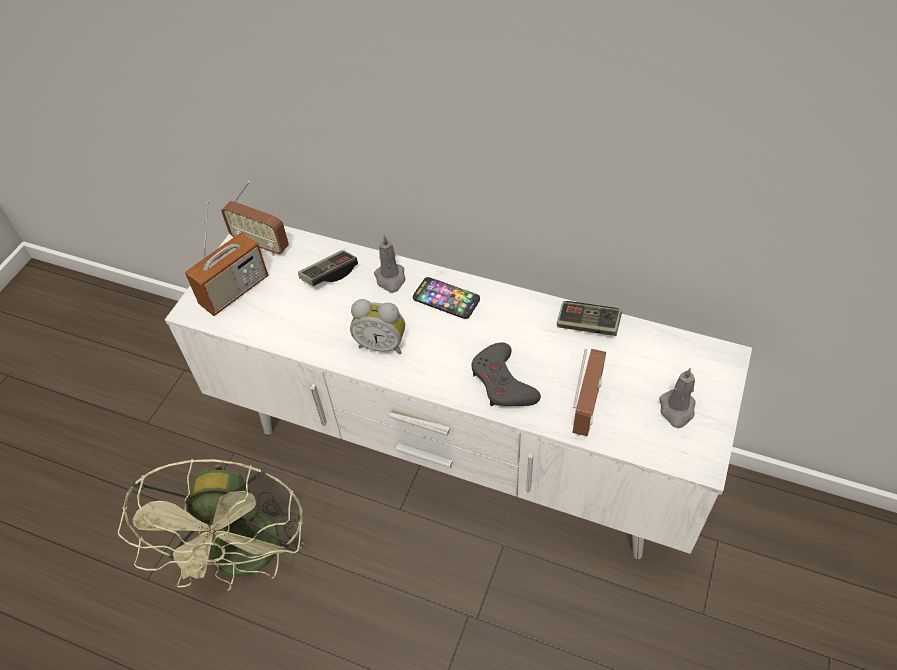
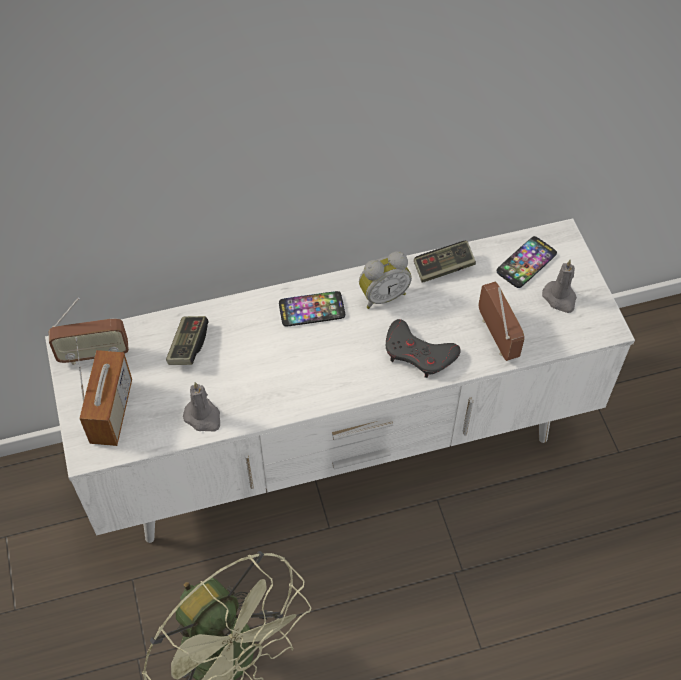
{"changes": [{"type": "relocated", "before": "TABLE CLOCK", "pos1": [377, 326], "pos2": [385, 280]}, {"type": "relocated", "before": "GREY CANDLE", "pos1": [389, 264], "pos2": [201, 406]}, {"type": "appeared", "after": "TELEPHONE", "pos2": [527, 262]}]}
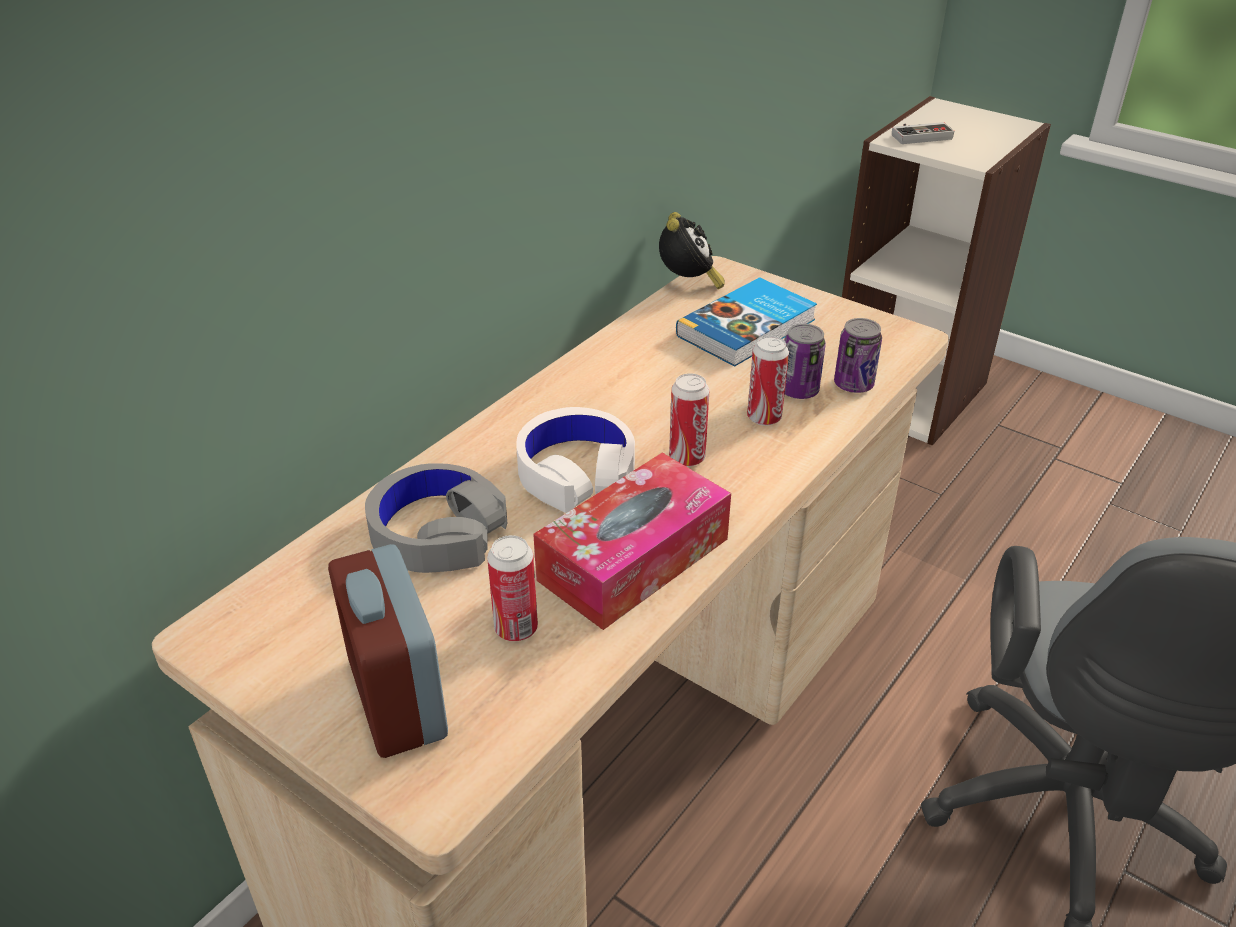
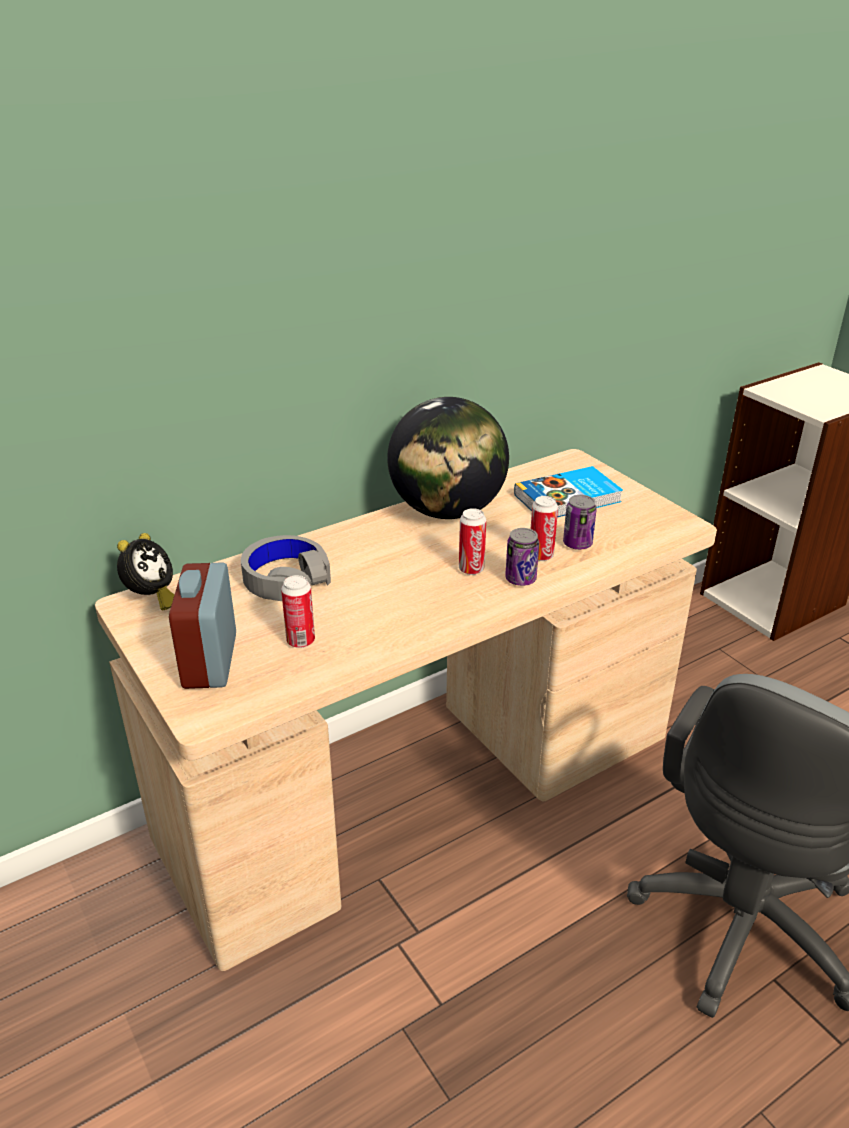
{"changes": [{"type": "missing", "before": "WHITE-COLOURED PAIR OF HEADPHONES", "pos1": [575, 460]}, {"type": "missing", "before": "TISSUE HOLDER", "pos1": [632, 541]}, {"type": "relocated", "before": "TABLE CLOCK", "pos1": [692, 250], "pos2": [145, 571]}, {"type": "relocated", "before": "CAN", "pos1": [858, 355], "pos2": [522, 557]}, {"type": "missing", "before": "GAMEPAD", "pos1": [923, 133]}, {"type": "appeared", "after": "WORLD GLOBE", "pos2": [448, 458]}]}
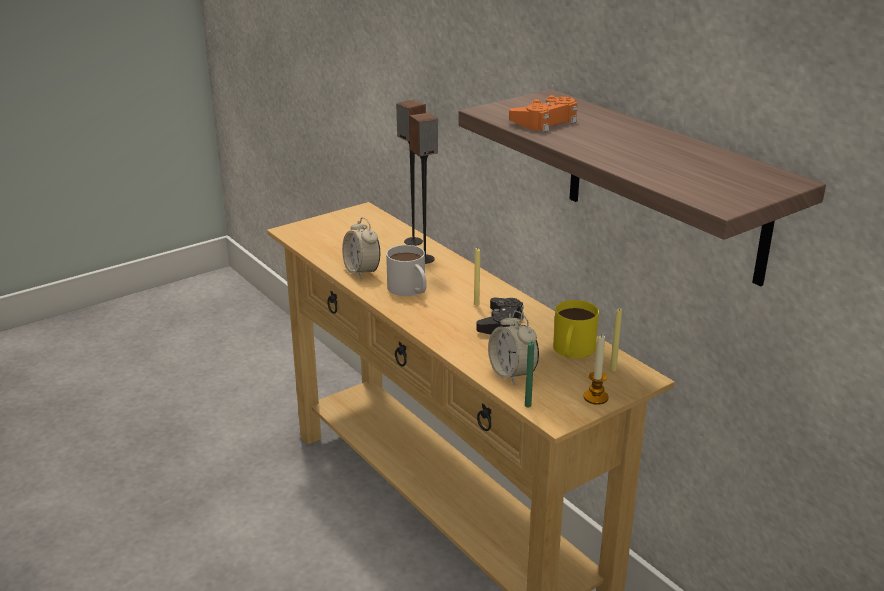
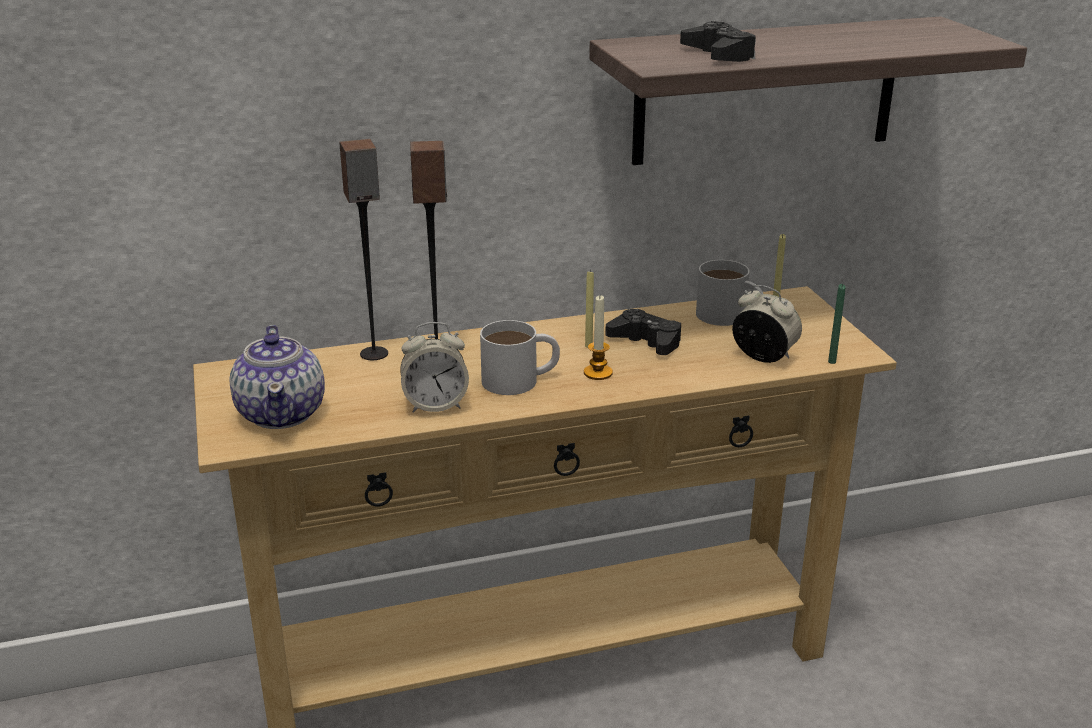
{"changes": [{"type": "spun", "before": "TABLE CLOCK", "pos1": [513, 348], "pos2": [767, 324], "turn": -135}, {"type": "colour", "before": "ORANGE-COLOURED GAMEPAD", "after": "BLACKISH GAMEPAD", "pos1": [543, 113], "pos2": [718, 41]}, {"type": "colour", "before": "YELLOWISH COFFEE MUG", "after": "WHITE-COLOURED COFFEE MUG", "pos1": [576, 329], "pos2": [729, 293]}, {"type": "relocated", "before": "CANDLE", "pos1": [596, 370], "pos2": [598, 338]}, {"type": "appeared", "after": "POT FOR TEA", "pos2": [277, 377]}]}
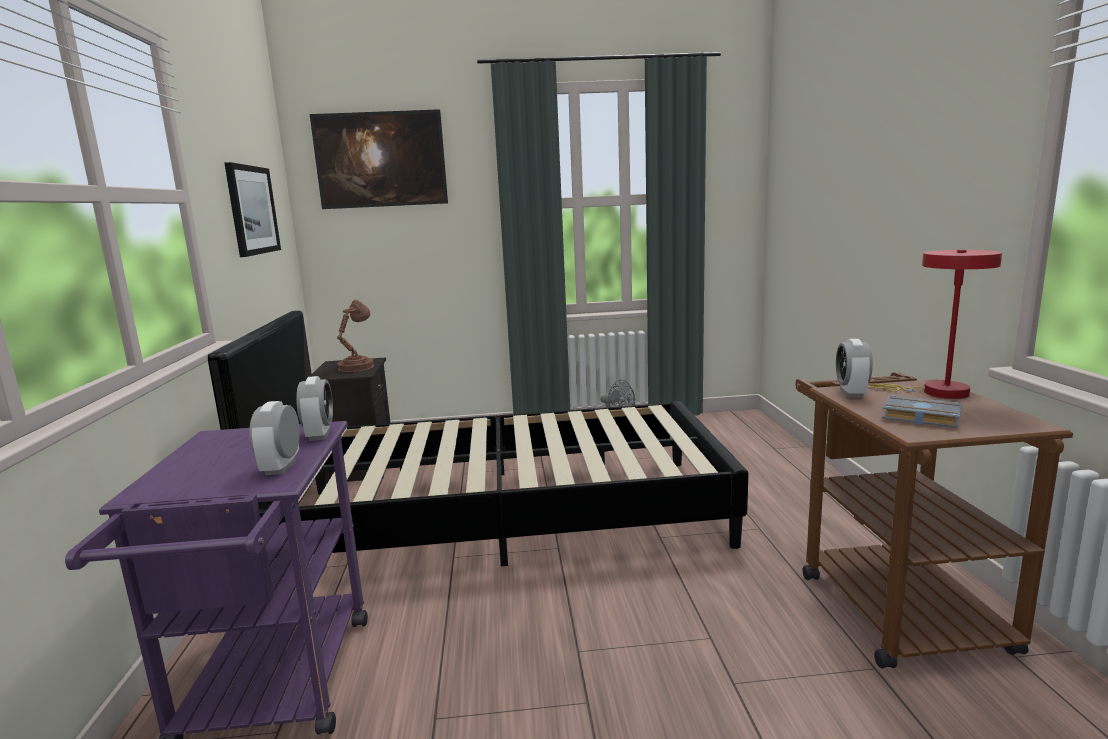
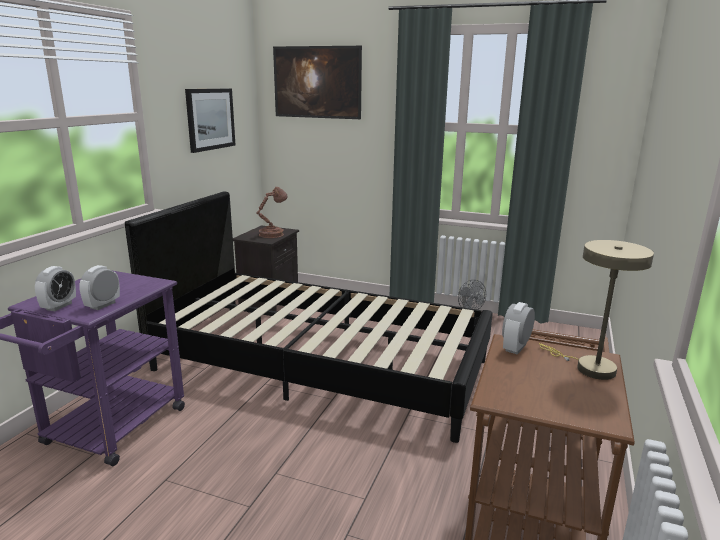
{"changes": [{"type": "relocated", "before": "TABLE CLOCK", "pos1": [314, 408], "pos2": [55, 288]}, {"type": "colour", "before": "REDDISH TABLETOP LAMP", "after": "BEIGE-COLOURED TABLETOP LAMP", "pos1": [935, 324], "pos2": [596, 310]}, {"type": "missing", "before": "GREY BOOK", "pos1": [922, 411]}]}
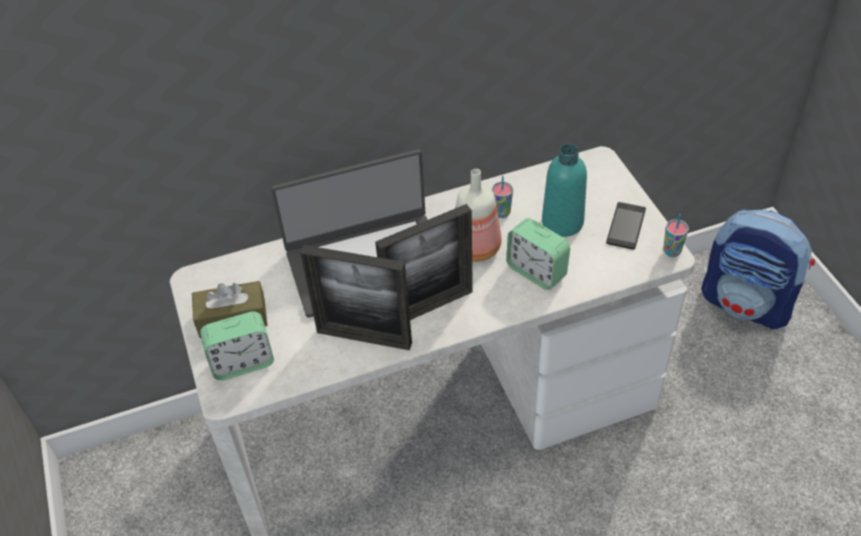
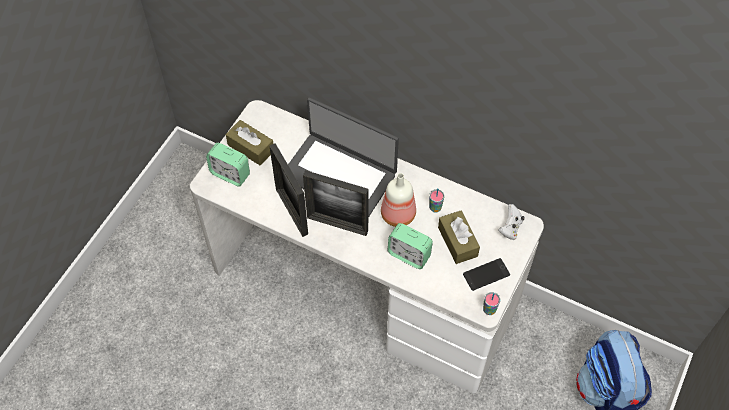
{"changes": [{"type": "spun", "before": "TABLE CLOCK", "pos1": [538, 254], "pos2": [410, 246], "turn": -60}, {"type": "exchanged", "before": "TURQUOISE BOTTLE", "after": "BROWN TISSUE HOLDER", "pos1": [564, 190], "pos2": [459, 237]}, {"type": "appeared", "after": "WHITE-COLOURED GAMEPAD", "pos2": [511, 222]}]}
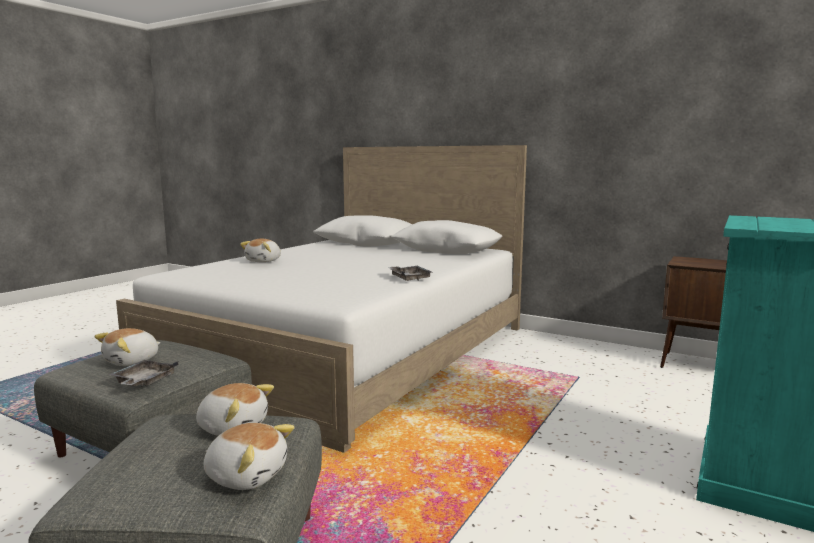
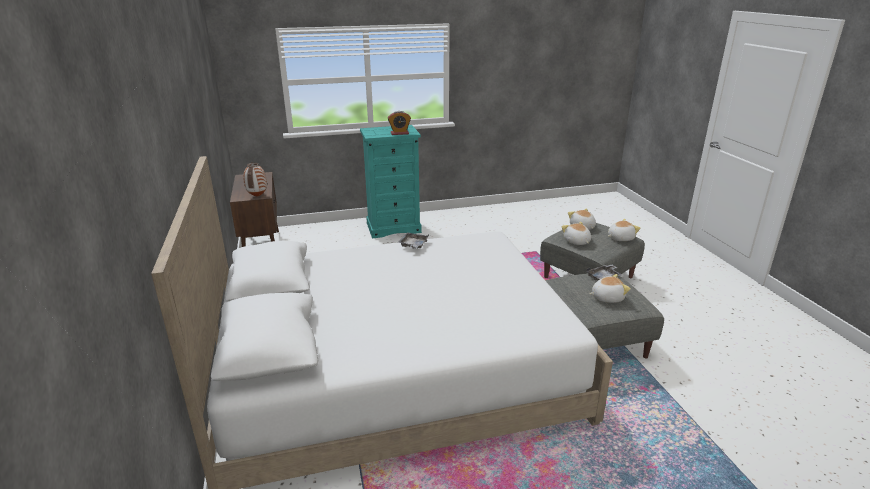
{"changes": [{"type": "relocated", "before": "PLUSH TOY", "pos1": [260, 250], "pos2": [624, 230]}, {"type": "appeared", "after": "FLOWER VASE", "pos2": [255, 180]}, {"type": "appeared", "after": "TABLE CLOCK", "pos2": [399, 123]}]}
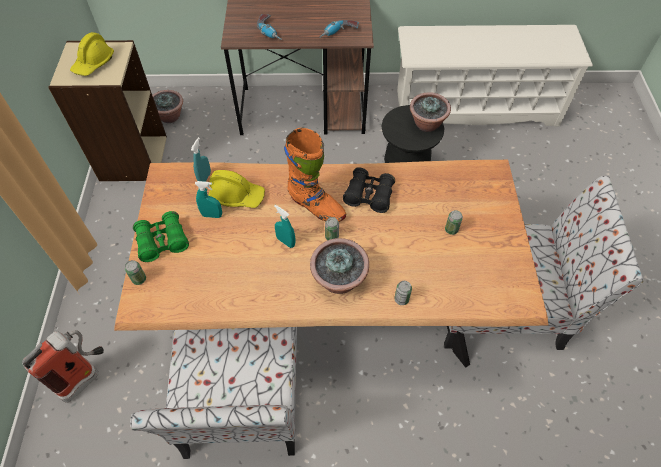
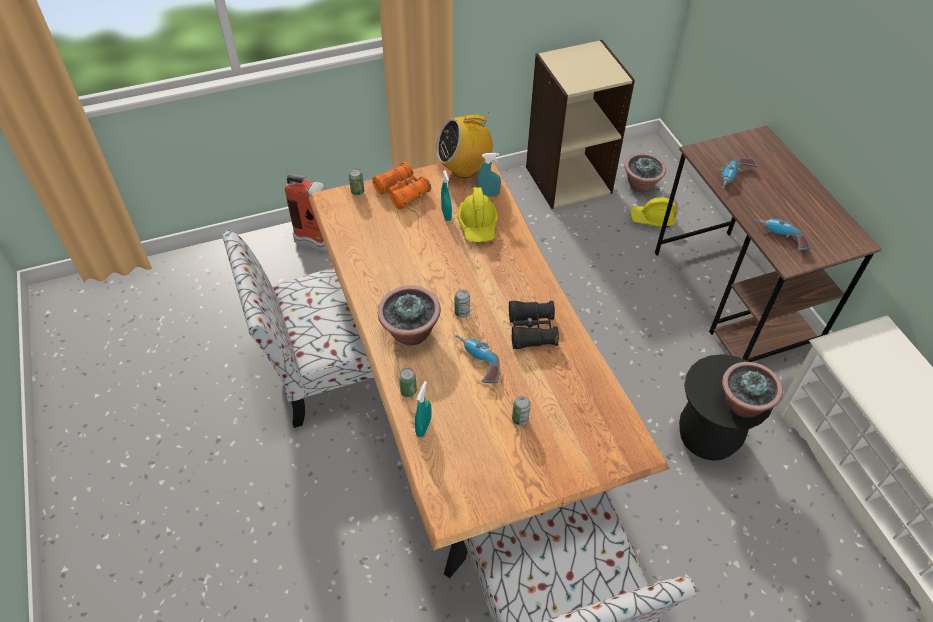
{"changes": [{"type": "relocated", "before": "YELLOWISH HARD HAT", "pos1": [92, 54], "pos2": [653, 212]}, {"type": "colour", "before": "GREEN-COLOURED BINOCULARS", "after": "ORANGE-COLOURED BINOCULARS", "pos1": [161, 236], "pos2": [401, 186]}, {"type": "relocated", "before": "TURQUOISE SPRAYER", "pos1": [284, 226], "pos2": [423, 409]}, {"type": "missing", "before": "ORANGE-COLOURED TALL BOOT", "pos1": [315, 174]}, {"type": "appeared", "after": "RADIO SET", "pos2": [464, 145]}, {"type": "appeared", "after": "ELECTRIC DRILL", "pos2": [477, 359]}]}
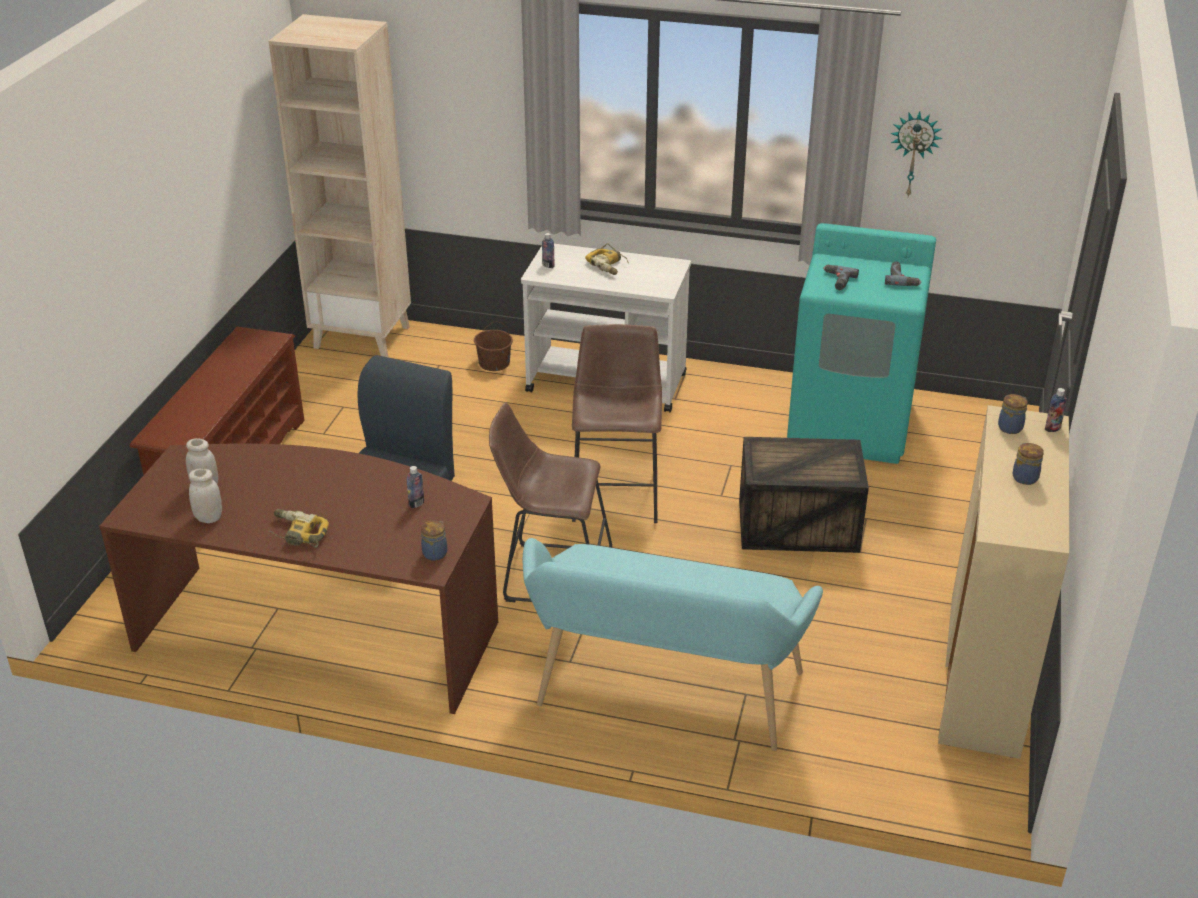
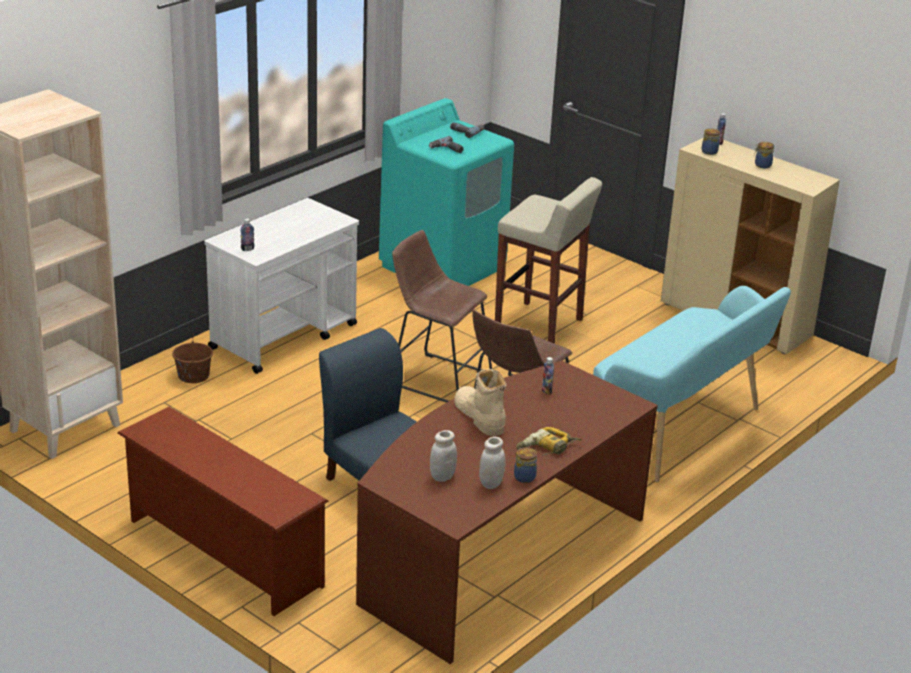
{"changes": [{"type": "relocated", "before": "STORAGE JAR", "pos1": [434, 540], "pos2": [525, 465]}, {"type": "missing", "before": "ELECTRIC DRILL", "pos1": [607, 259]}, {"type": "exchanged", "before": "CRATE", "after": "BEIGE-COLOURED SITTING STOOL", "pos1": [804, 495], "pos2": [548, 260]}, {"type": "missing", "before": "HANGING CLOCK", "pos1": [916, 154]}, {"type": "appeared", "after": "BEIGE-COLOURED TALL BOOT", "pos2": [480, 402]}]}
